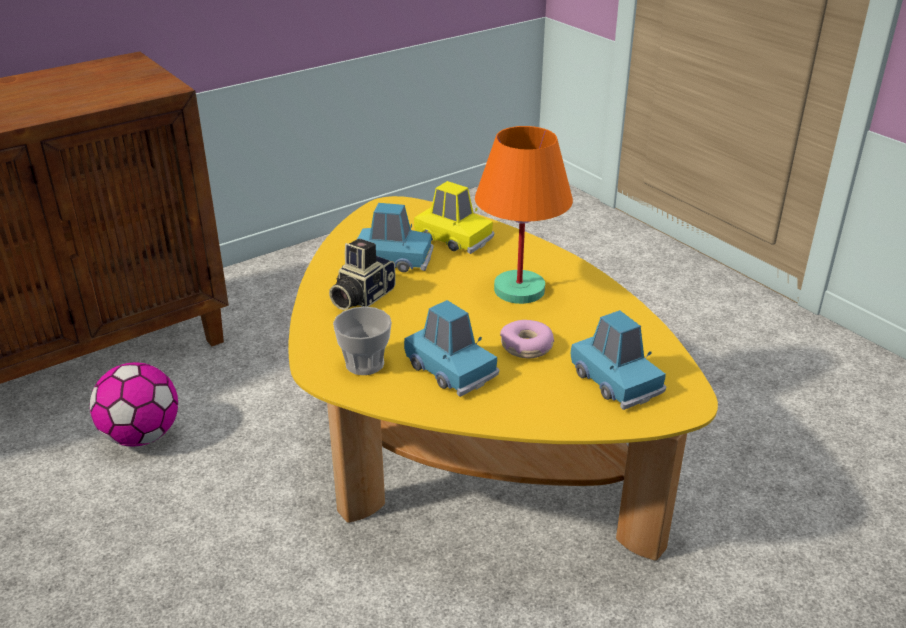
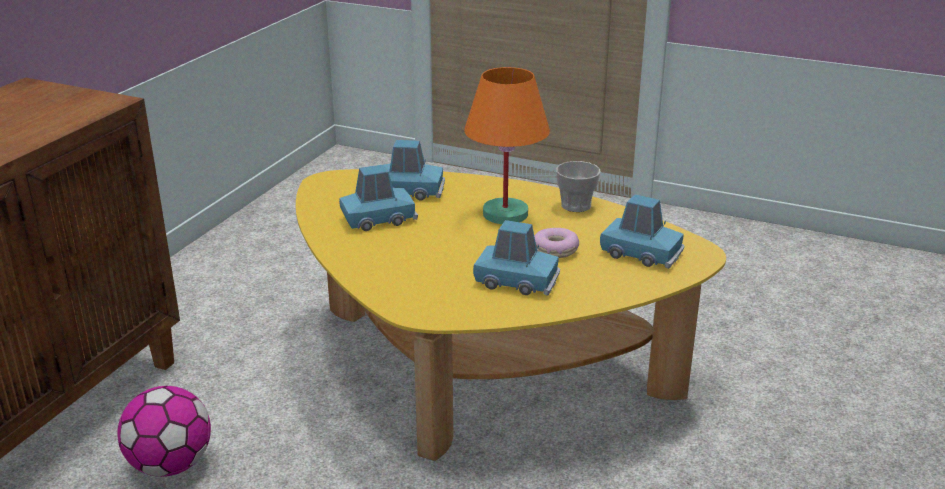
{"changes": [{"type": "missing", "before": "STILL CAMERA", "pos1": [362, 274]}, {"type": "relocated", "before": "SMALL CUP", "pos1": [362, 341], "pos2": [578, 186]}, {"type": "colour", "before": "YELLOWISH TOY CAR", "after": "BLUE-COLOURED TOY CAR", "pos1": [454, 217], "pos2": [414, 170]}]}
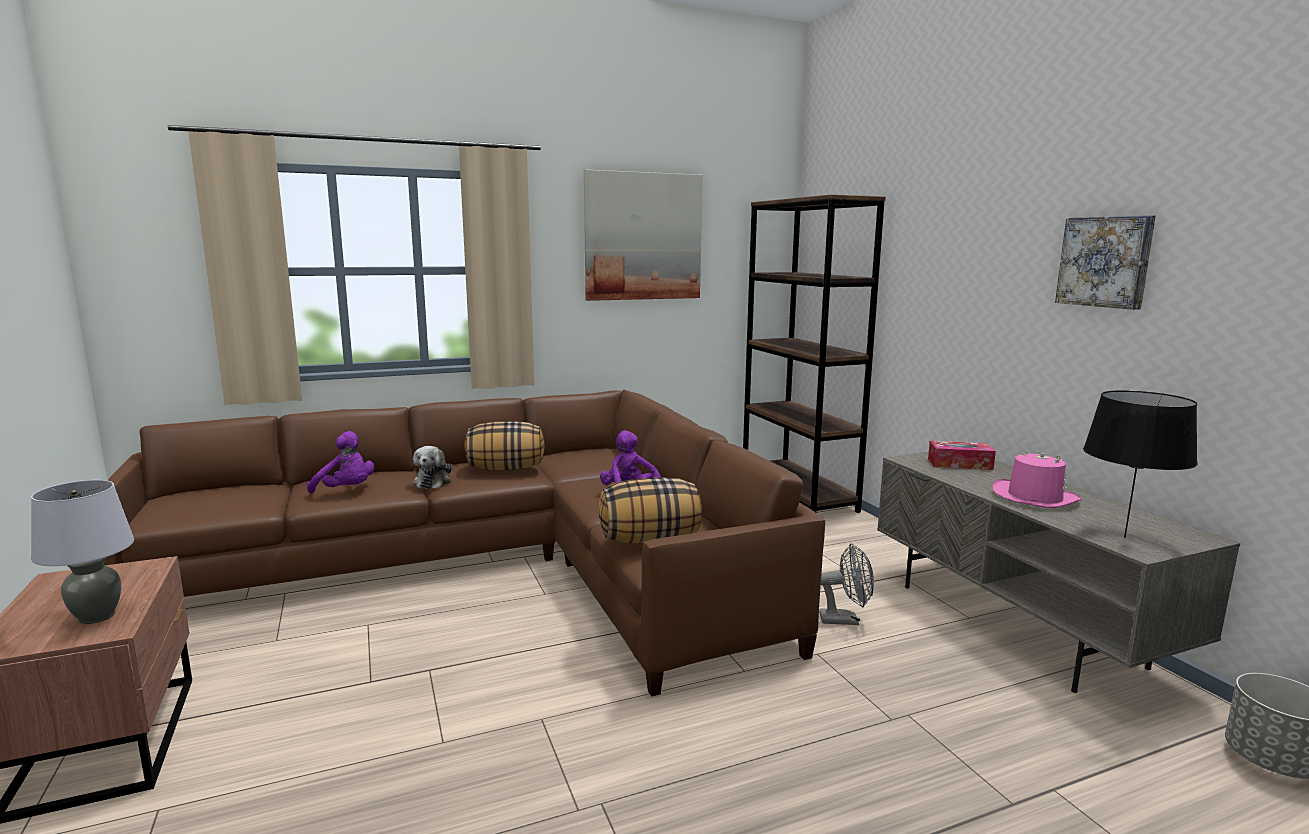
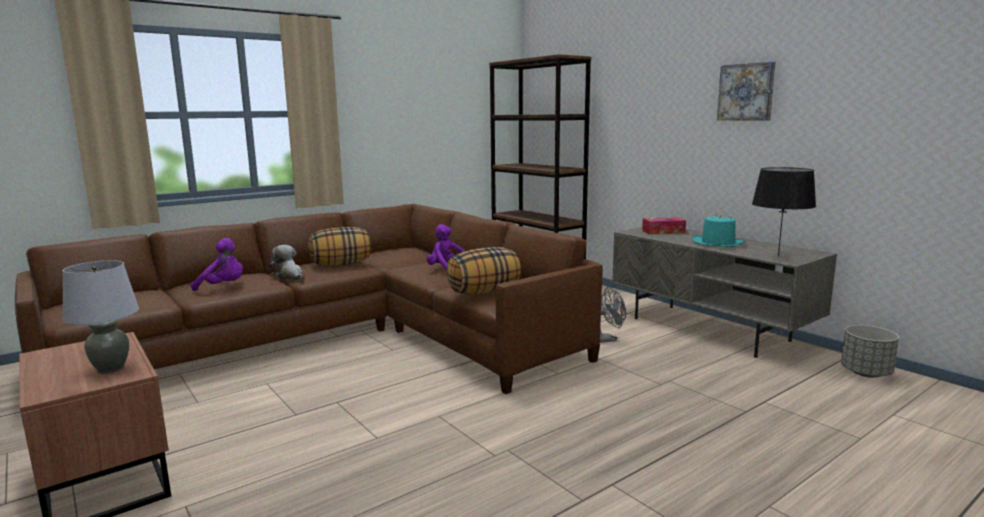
{"changes": [{"type": "spun", "before": "PLUSH TOY", "pos1": [432, 467], "pos2": [286, 263], "turn": 150}, {"type": "missing", "before": "WALL PICTURE", "pos1": [643, 235]}, {"type": "colour", "before": "PINK CLOTHING HAT", "after": "TURQUOISE CLOTHING HAT", "pos1": [1037, 479], "pos2": [719, 230]}]}
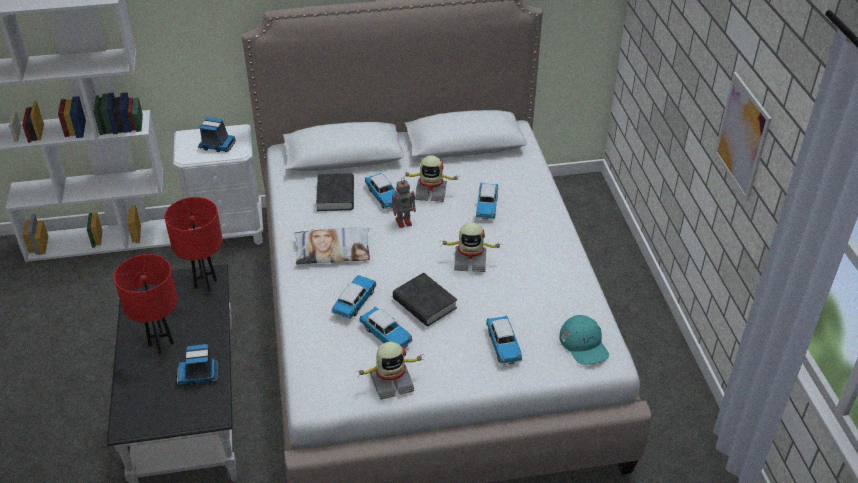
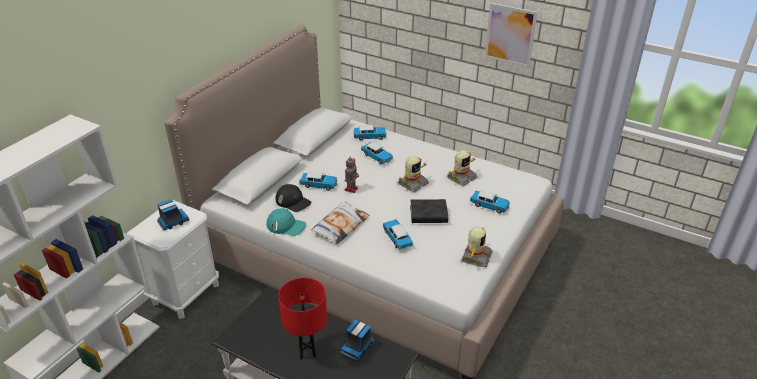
{"changes": [{"type": "missing", "before": "REDDISH TABLETOP LAMP", "pos1": [193, 244]}, {"type": "exchanged", "before": "BLACKISH BOOK", "after": "BLACKISH PEAKED CAP", "pos1": [335, 192], "pos2": [293, 198]}, {"type": "relocated", "before": "TOY CAR", "pos1": [386, 327], "pos2": [370, 132]}, {"type": "relocated", "before": "TOY ROBOT", "pos1": [431, 178], "pos2": [462, 168]}, {"type": "relocated", "before": "TURQUOISE PEAKED CAP", "pos1": [584, 340], "pos2": [286, 222]}]}
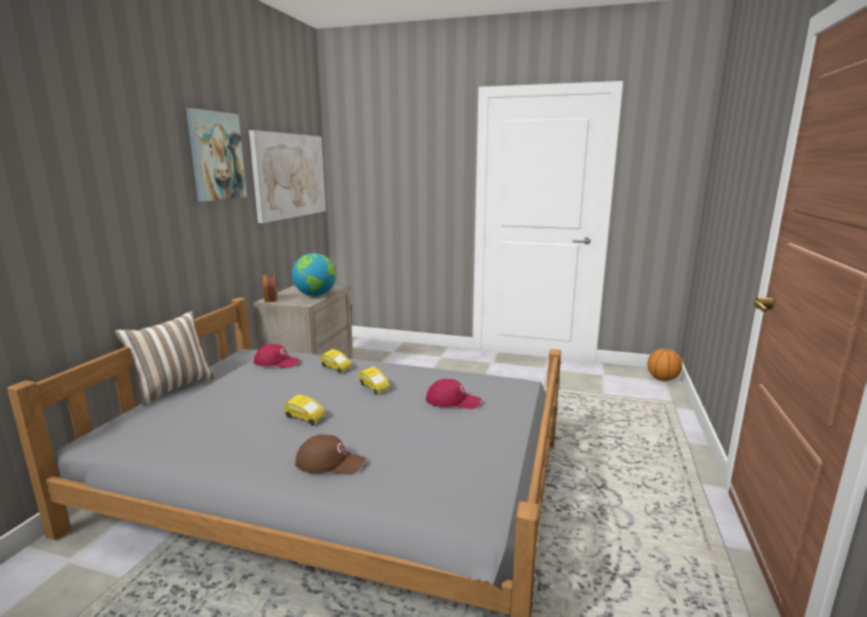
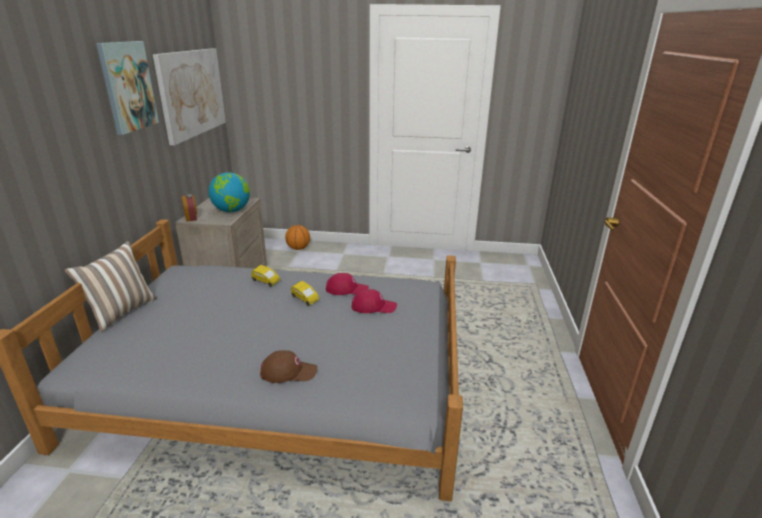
{"changes": [{"type": "relocated", "before": "REDDISH PEAKED CAP", "pos1": [277, 356], "pos2": [347, 284]}, {"type": "missing", "before": "YELLOWISH TOY CAR", "pos1": [305, 409]}, {"type": "relocated", "before": "BASKETBALL", "pos1": [664, 364], "pos2": [297, 237]}]}
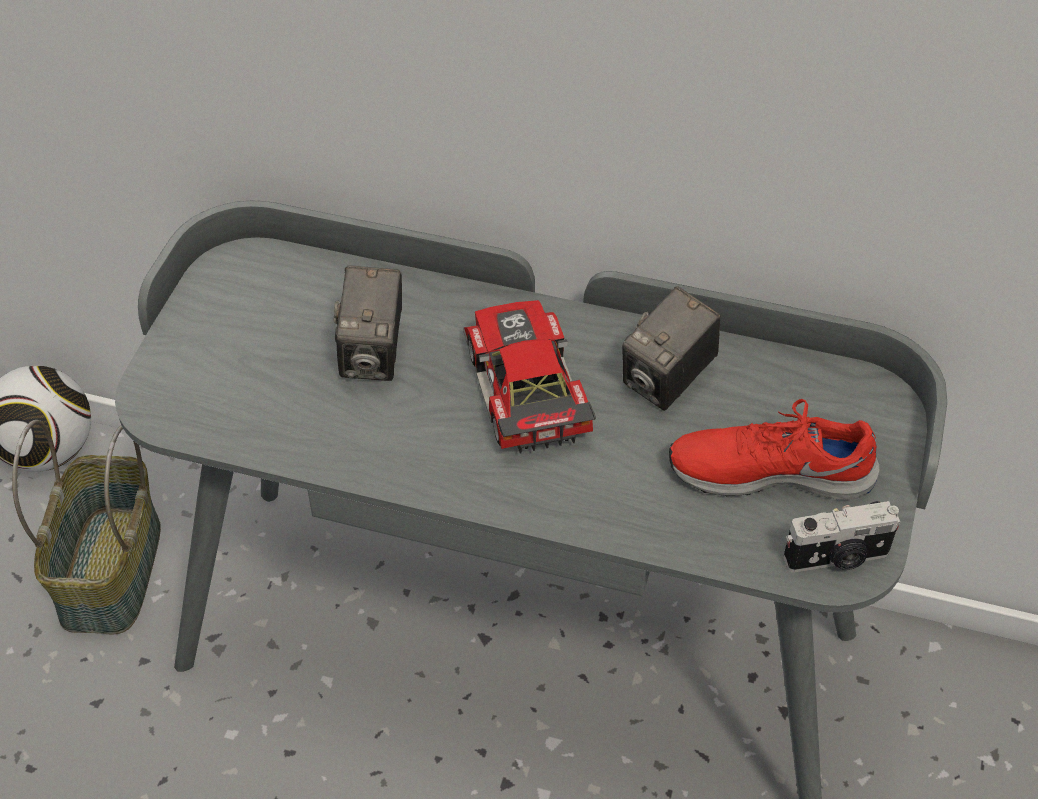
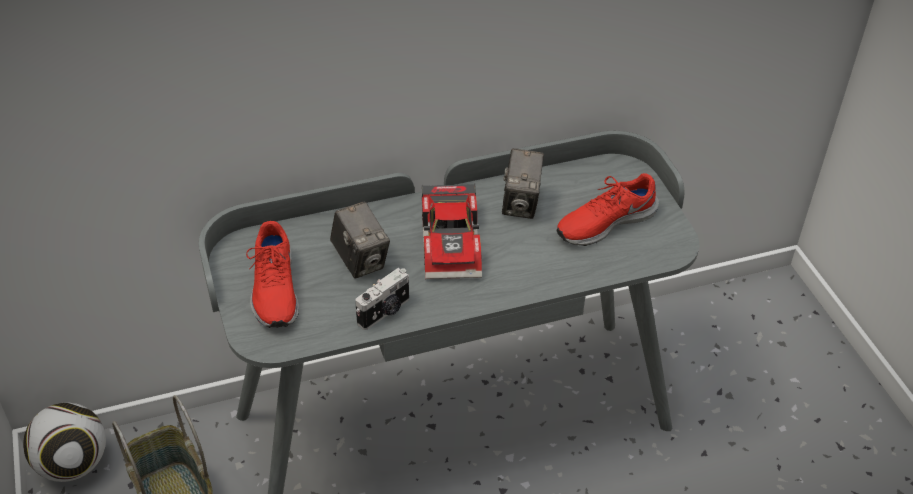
{"changes": [{"type": "spun", "before": "TOY CAR", "pos1": [529, 377], "pos2": [452, 231], "turn": -135}, {"type": "relocated", "before": "STILL CAMERA", "pos1": [842, 536], "pos2": [382, 299]}, {"type": "appeared", "after": "REDDISH ITEM OF FOOTWEAR", "pos2": [272, 274]}]}
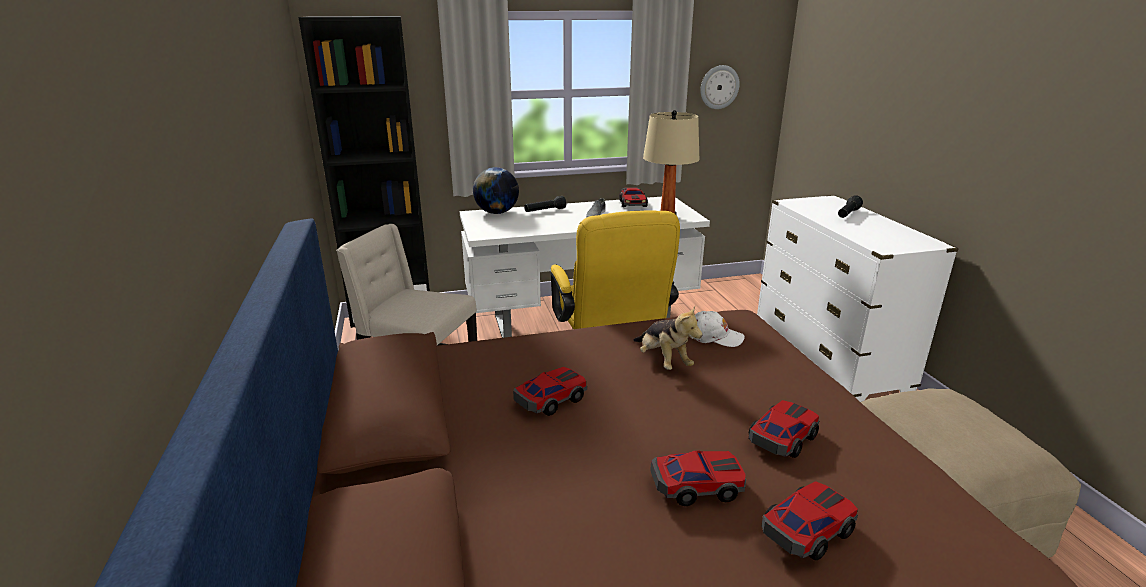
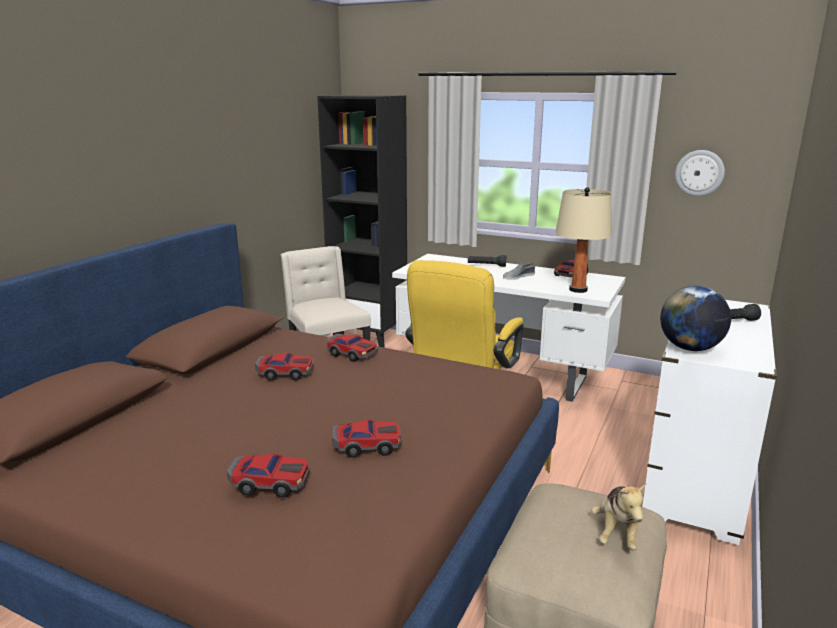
{"changes": [{"type": "relocated", "before": "WORLD GLOBE", "pos1": [496, 190], "pos2": [695, 318]}, {"type": "relocated", "before": "PLUSH TOY", "pos1": [668, 338], "pos2": [619, 517]}, {"type": "relocated", "before": "TOY CAR", "pos1": [698, 478], "pos2": [352, 348]}, {"type": "missing", "before": "WHITE-COLOURED PEAKED CAP", "pos1": [719, 329]}]}
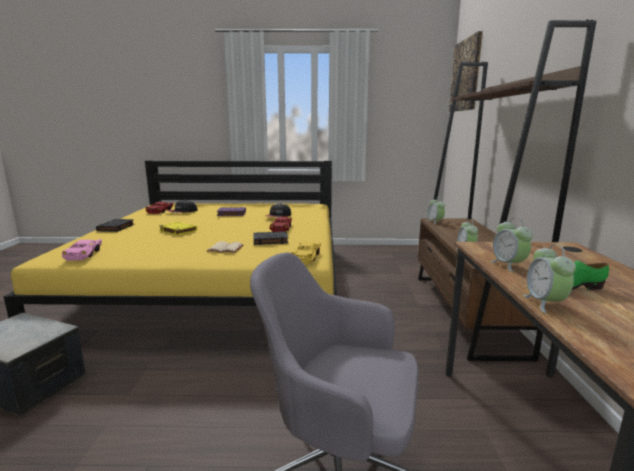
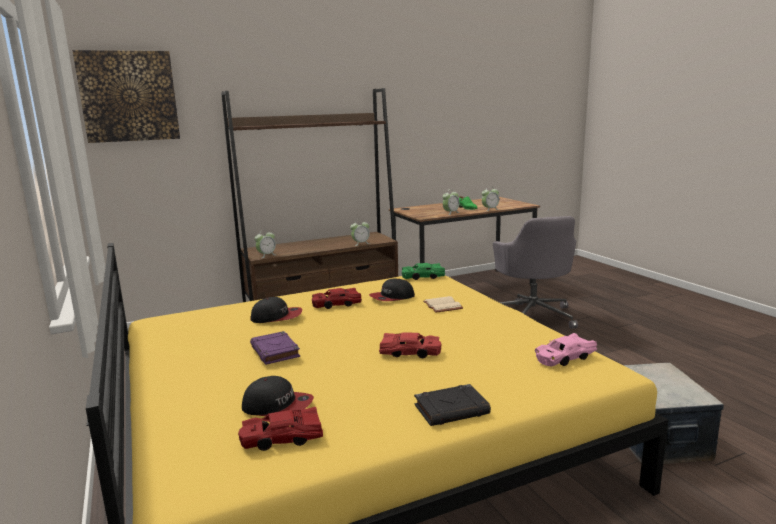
{"changes": [{"type": "exchanged", "before": "YELLOWISH BOOK", "after": "REDDISH TOY CAR", "pos1": [178, 229], "pos2": [410, 345]}, {"type": "exchanged", "before": "BLACKISH BOOK", "after": "PEAKED CAP", "pos1": [271, 238], "pos2": [392, 289]}, {"type": "colour", "before": "YELLOWISH TOY CAR", "after": "GREEN-COLOURED TOY CAR", "pos1": [306, 252], "pos2": [423, 271]}]}
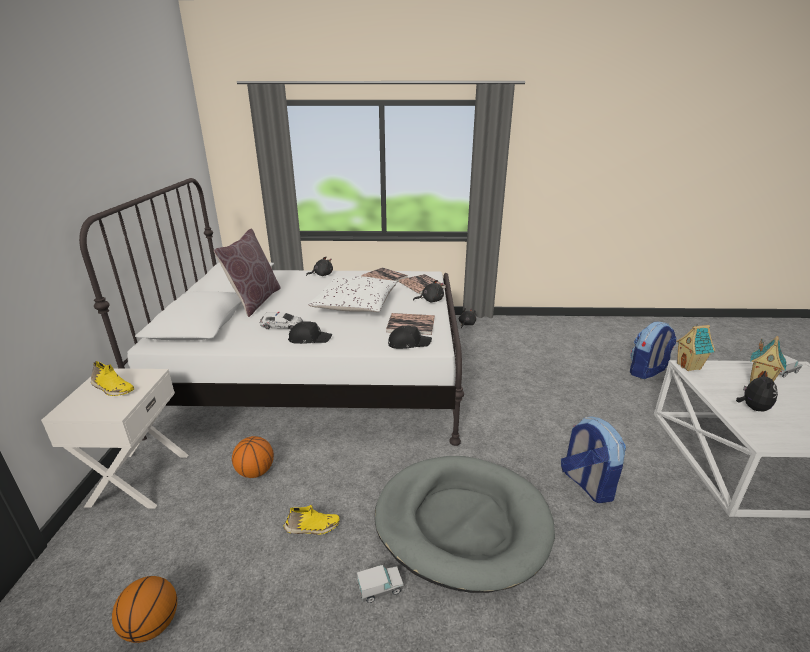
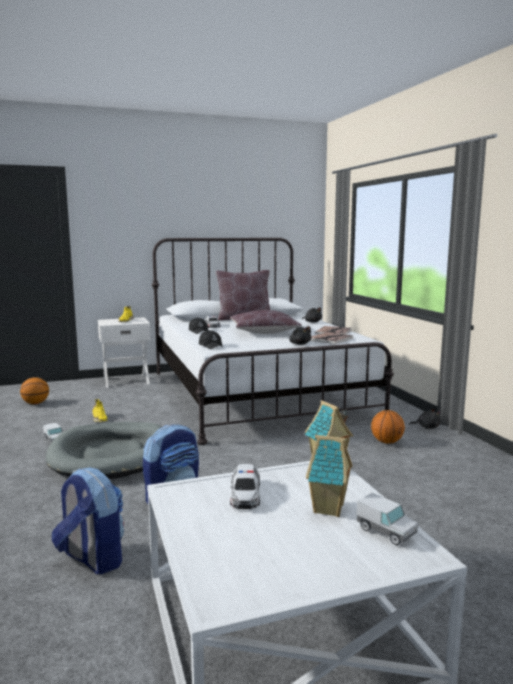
{"changes": [{"type": "relocated", "before": "BASKETBALL", "pos1": [253, 457], "pos2": [388, 427]}, {"type": "colour", "before": "WHITE-COLOURED PILLOW", "after": "BROWN PILLOW", "pos1": [352, 294], "pos2": [266, 322]}, {"type": "missing", "before": "BOOK", "pos1": [410, 324]}, {"type": "relocated", "before": "RUCKSACK", "pos1": [653, 350], "pos2": [88, 521]}, {"type": "exchanged", "before": "PLUSH TOY", "after": "TOY CAR", "pos1": [757, 391], "pos2": [245, 486]}]}
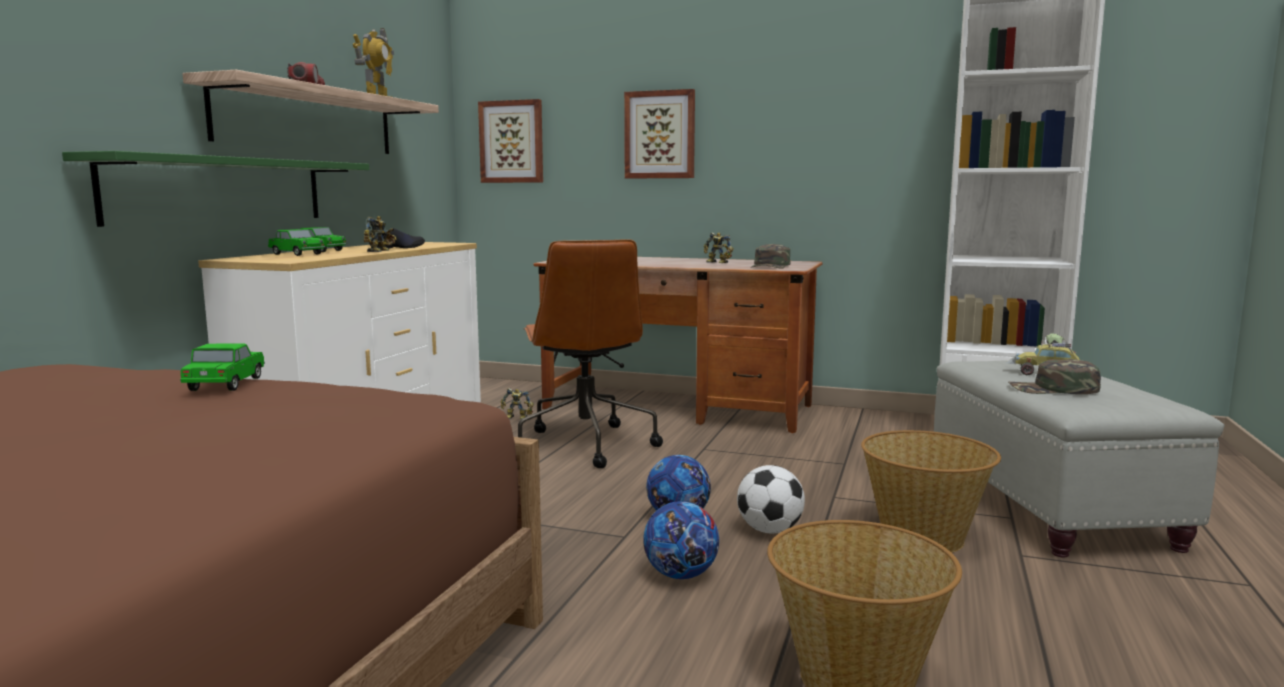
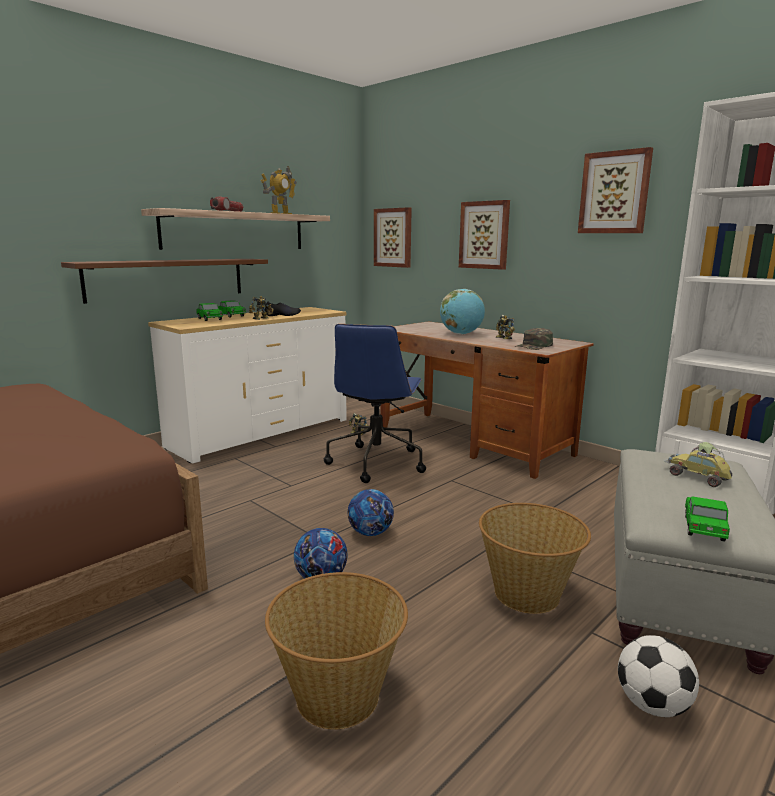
{"changes": [{"type": "colour", "before": "GREEN-COLOURED WALL SHELF", "after": "BROWN WALL SHELF", "pos1": [215, 189], "pos2": [164, 281]}, {"type": "relocated", "before": "TOY CAR", "pos1": [222, 367], "pos2": [707, 519]}, {"type": "colour", "before": "BROWN COMPUTER CHAIR", "after": "BLUE-COLOURED COMPUTER CHAIR", "pos1": [590, 353], "pos2": [375, 403]}, {"type": "relocated", "before": "FOOTBALL BALL", "pos1": [771, 499], "pos2": [658, 676]}, {"type": "missing", "before": "GREEN-COLOURED PEAKED CAP", "pos1": [1054, 376]}, {"type": "appeared", "after": "WORLD GLOBE", "pos2": [462, 311]}, {"type": "appeared", "after": "WALL PICTURE", "pos2": [615, 190]}]}
